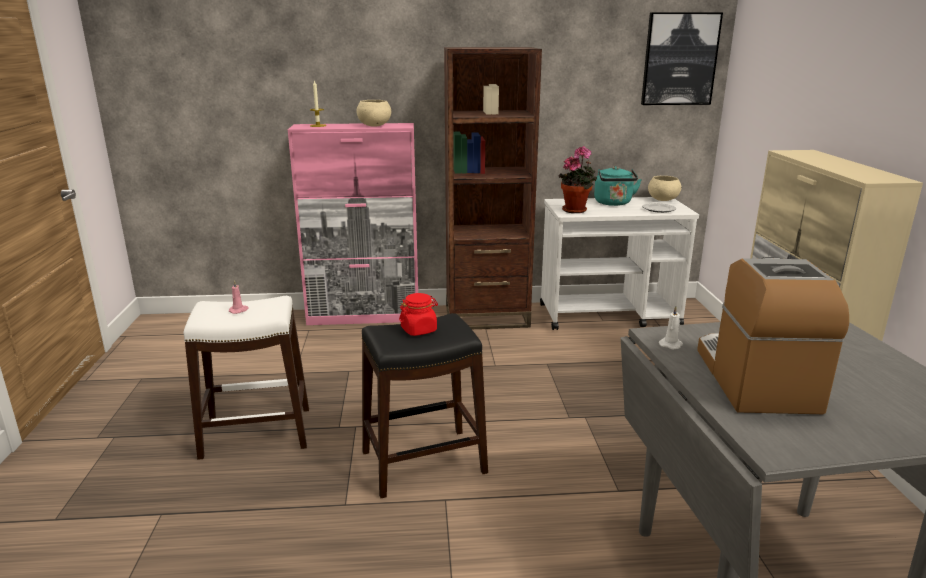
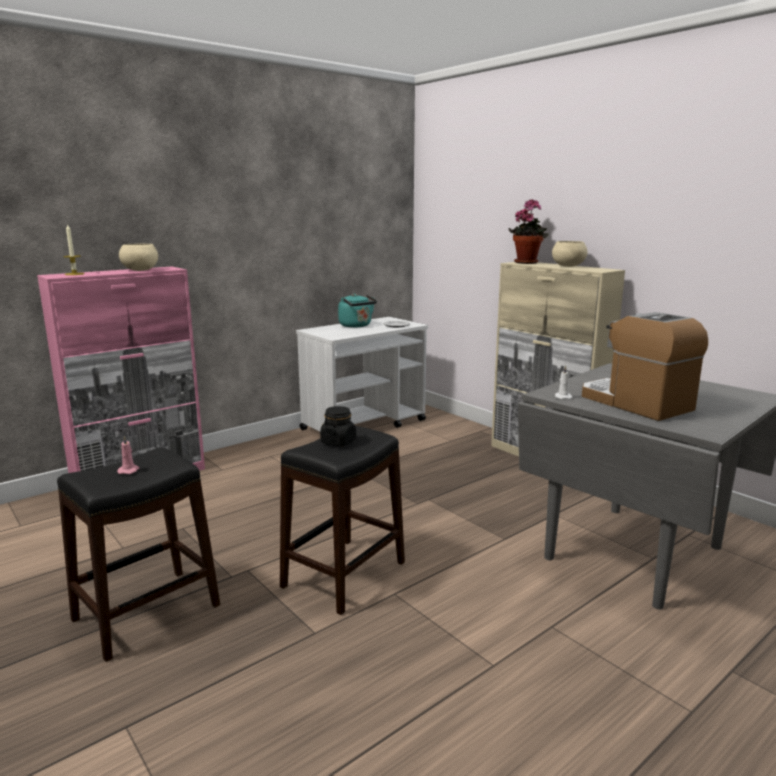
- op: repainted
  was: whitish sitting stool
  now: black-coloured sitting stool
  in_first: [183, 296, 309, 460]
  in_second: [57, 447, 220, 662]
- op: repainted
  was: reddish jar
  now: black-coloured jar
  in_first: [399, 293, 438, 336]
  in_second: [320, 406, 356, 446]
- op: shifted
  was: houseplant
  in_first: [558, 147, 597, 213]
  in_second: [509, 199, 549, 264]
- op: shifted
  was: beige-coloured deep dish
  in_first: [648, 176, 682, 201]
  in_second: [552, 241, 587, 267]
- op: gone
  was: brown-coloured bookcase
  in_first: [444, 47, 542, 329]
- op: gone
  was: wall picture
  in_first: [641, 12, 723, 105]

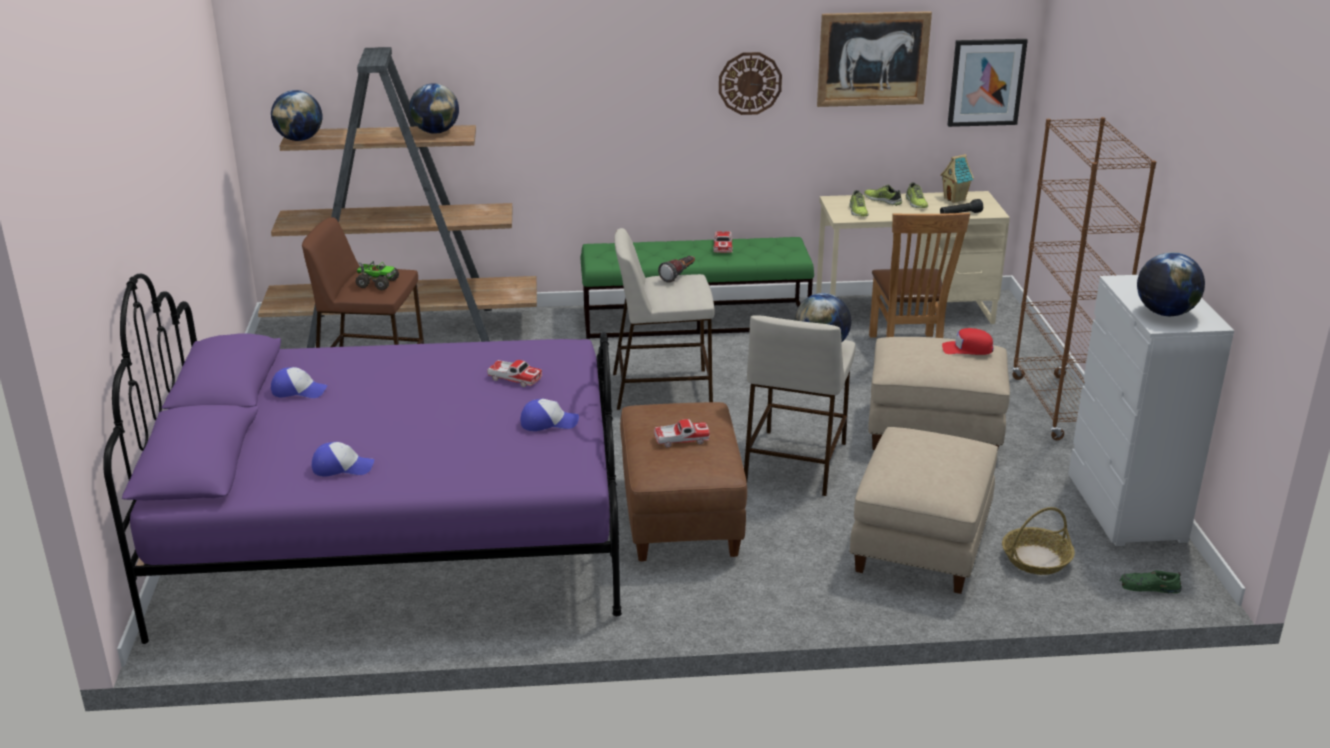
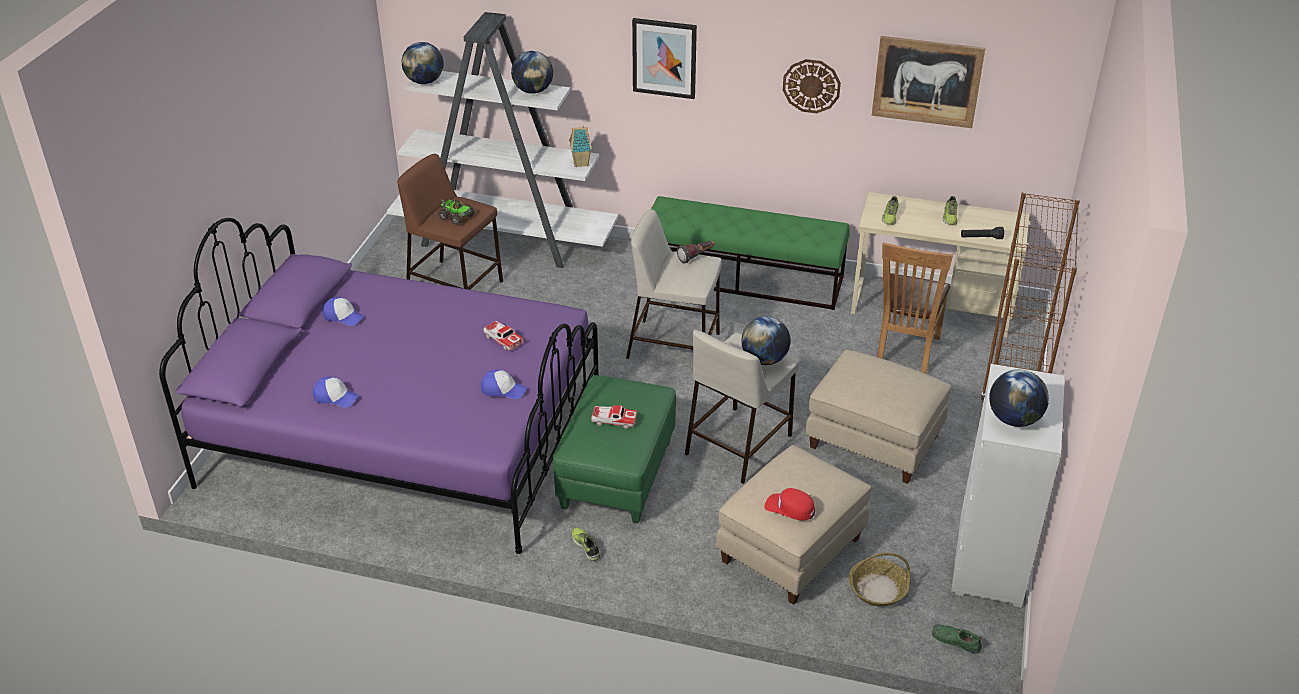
- op: repainted
  was: brown-coloured bookcase
  now: whitish bookcase
  in_first: [258, 47, 537, 348]
  in_second: [387, 12, 618, 268]
- op: repainted
  was: brown-coloured ottoman
  now: greenish ottoman
  in_first: [620, 402, 747, 562]
  in_second: [553, 375, 676, 524]
- op: shifted
  was: model house
  in_first: [940, 154, 974, 203]
  in_second: [569, 126, 592, 167]
- op: shifted
  was: low shoe
  in_first: [864, 185, 902, 206]
  in_second: [572, 528, 600, 561]
- op: shifted
  was: wall picture
  in_first: [947, 39, 1028, 127]
  in_second: [632, 18, 697, 99]
- op: shifted
  was: reddish baseball cap
  in_first: [942, 328, 993, 355]
  in_second: [764, 488, 815, 521]
- op: gone
  was: miniature car
  in_first: [714, 231, 732, 253]

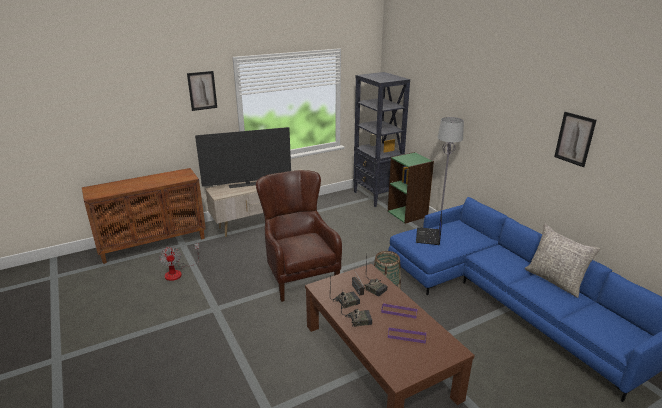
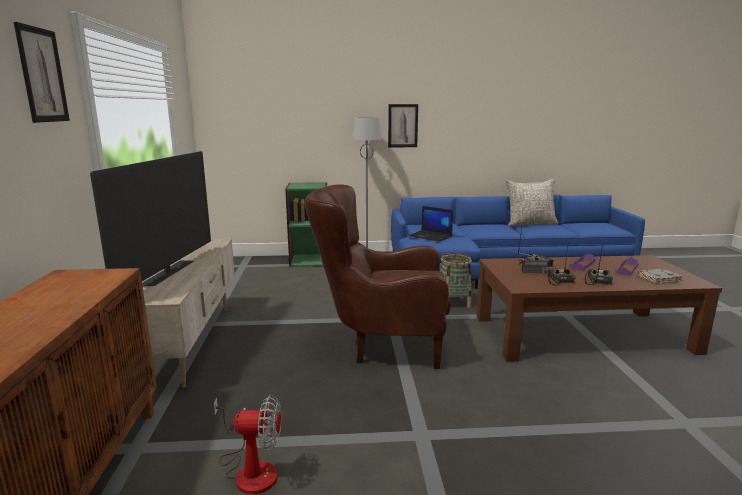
- op: shifted
  was: wall picture
  in_first: [554, 112, 597, 167]
  in_second: [388, 104, 418, 147]
- op: new
  now: greyish bound book
  in_second: [638, 269, 683, 284]
- op: gone
  was: black-coloured bookcase
  in_first: [353, 72, 410, 207]

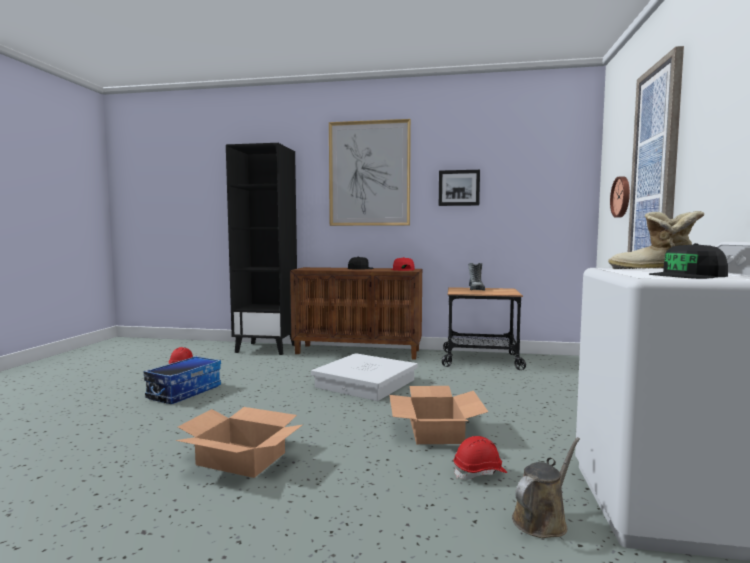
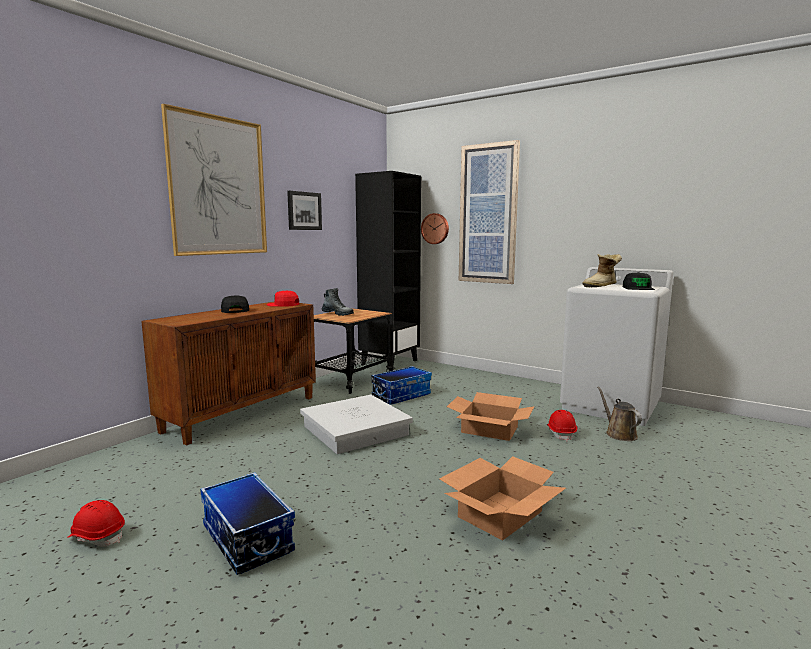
- op: shifted
  was: black-coloured bookcase
  in_first: [226, 143, 297, 355]
  in_second: [355, 171, 421, 368]
- op: new
  now: storage container
  in_second: [371, 366, 432, 405]

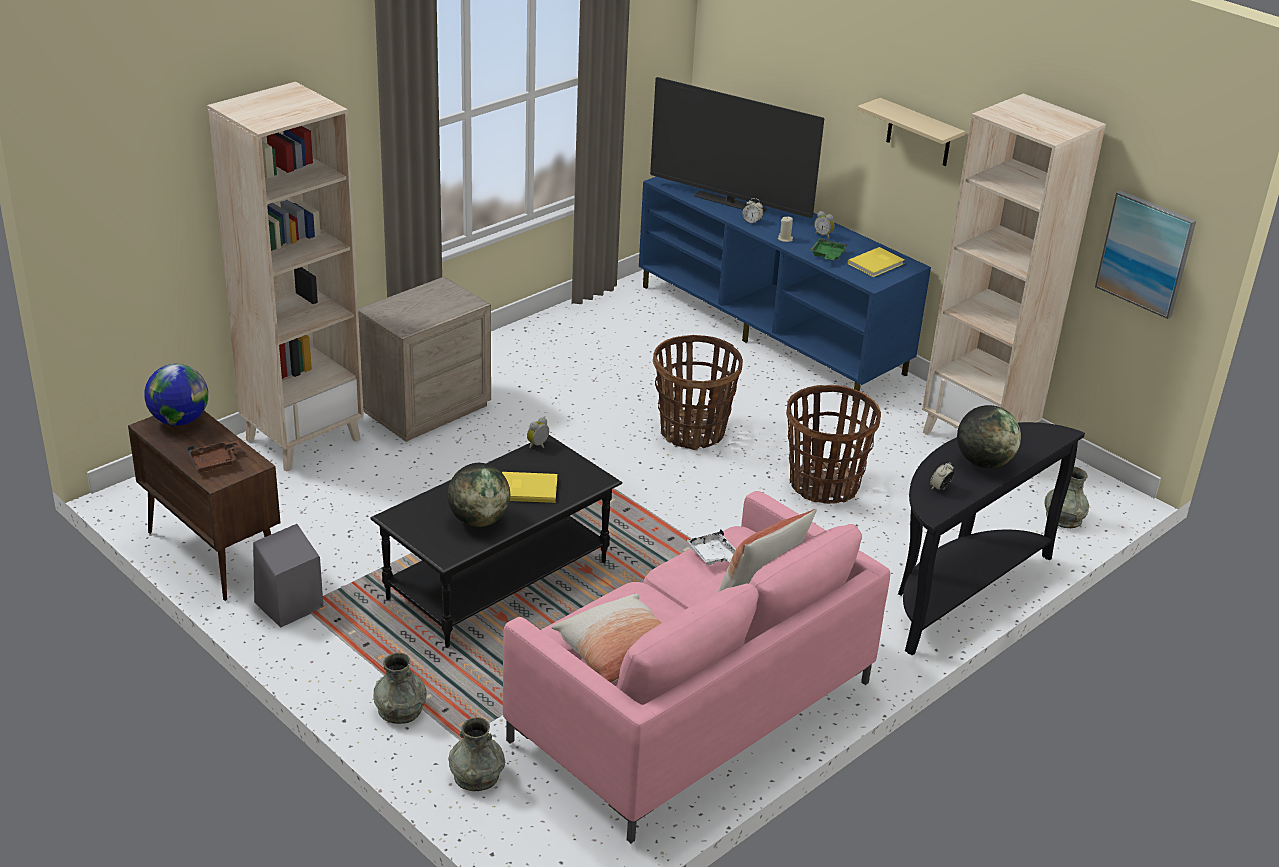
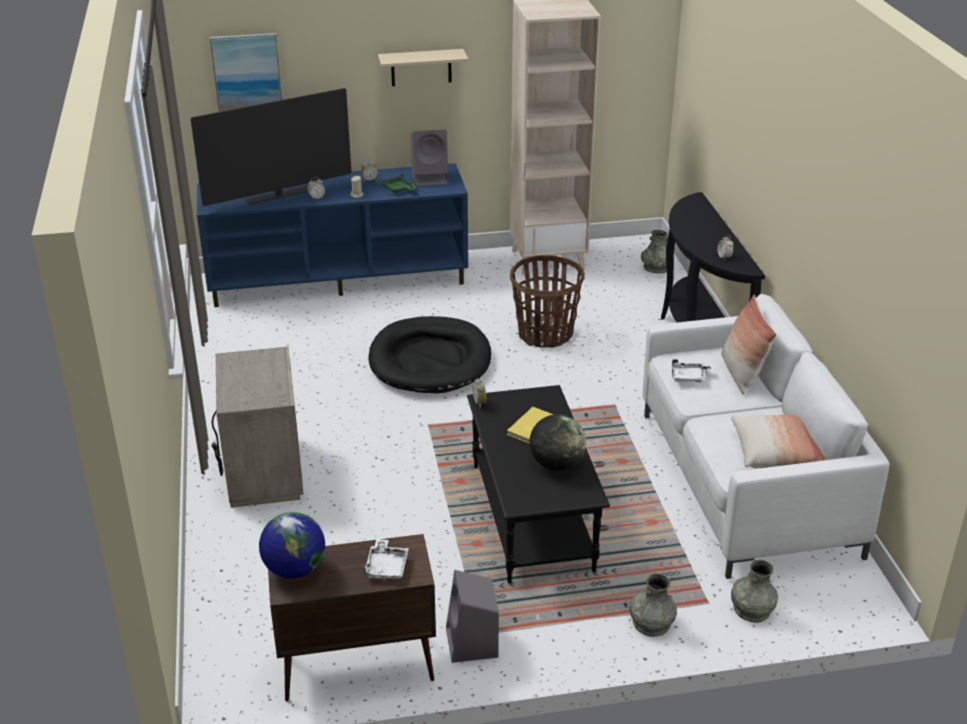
- op: shifted
  was: wall picture
  in_first: [1095, 191, 1196, 319]
  in_second: [210, 33, 282, 112]
- op: repainted
  was: brown-coloured tray
  now: whitish tray
  in_first: [187, 440, 242, 472]
  in_second: [364, 539, 409, 580]
- op: swapped
  was: storage basket
  now: black-coloured dog bed
  in_first: [653, 335, 743, 450]
  in_second: [369, 316, 491, 394]
- op: swapped
  was: yellow-coloured bound book
  now: greyish speaker
  in_first: [848, 247, 905, 277]
  in_second: [411, 130, 449, 186]
- op: repainted
  was: pink-coloured sofa
  now: whitish sofa
  in_first: [503, 491, 890, 843]
  in_second: [643, 294, 889, 579]
- op: gone
  was: beige-coloured bookcase
  in_first: [207, 82, 364, 472]
- op: gone
  was: desk globe
  in_first: [957, 405, 1021, 468]

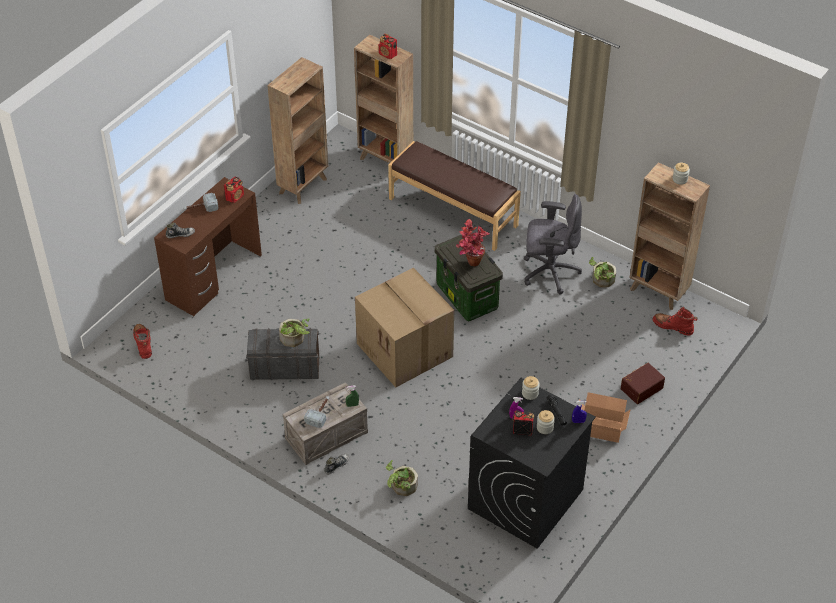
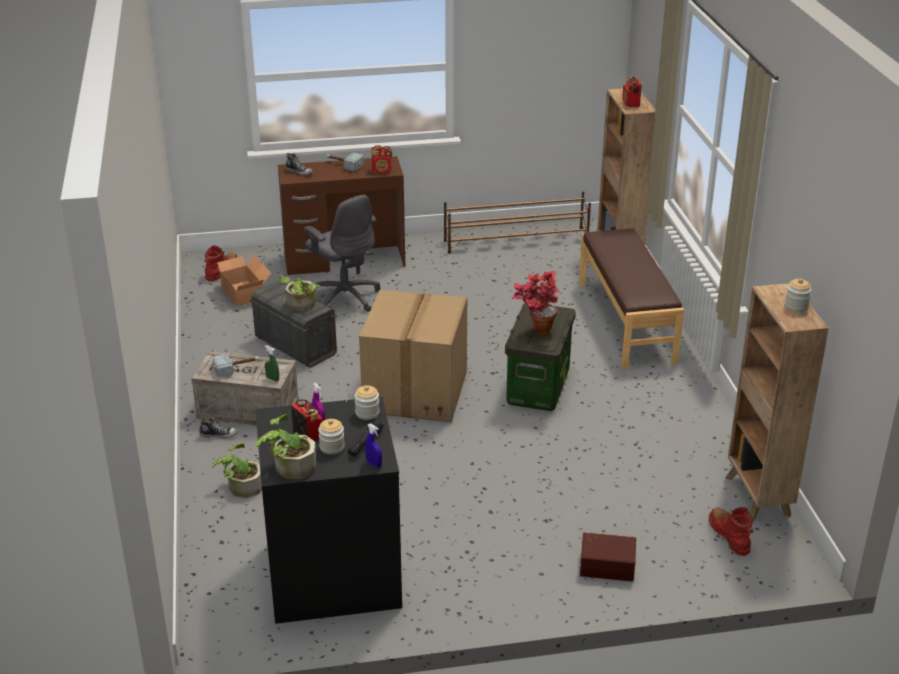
- op: shifted
  was: cardboard box
  in_first: [579, 392, 631, 443]
  in_second: [214, 255, 271, 307]
- op: shifted
  was: houseplant
  in_first: [589, 257, 616, 287]
  in_second: [255, 414, 316, 479]
- op: shifted
  was: greyish computer chair
  in_first: [524, 194, 582, 294]
  in_second: [303, 195, 380, 312]
- op: swapped
  was: brown-coloured bookcase
  now: brown-coloured shoe rack
  in_first: [267, 57, 328, 204]
  in_second: [444, 192, 591, 253]

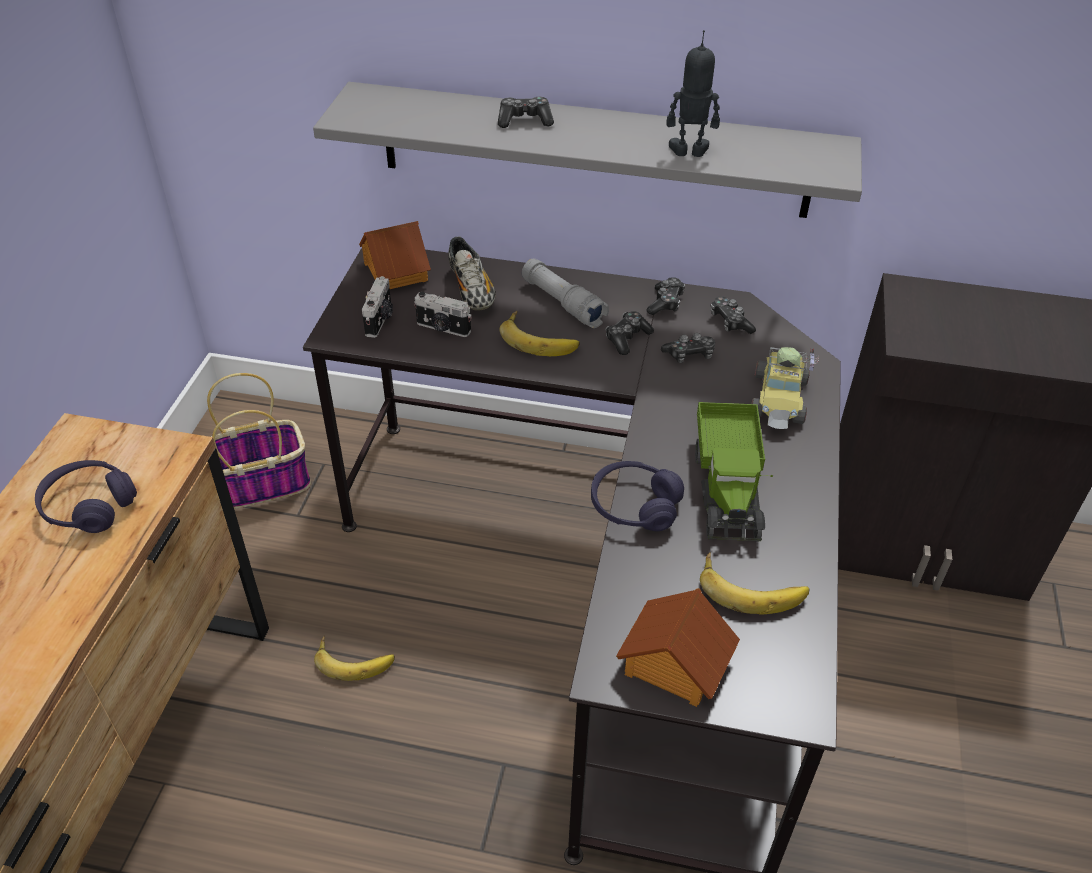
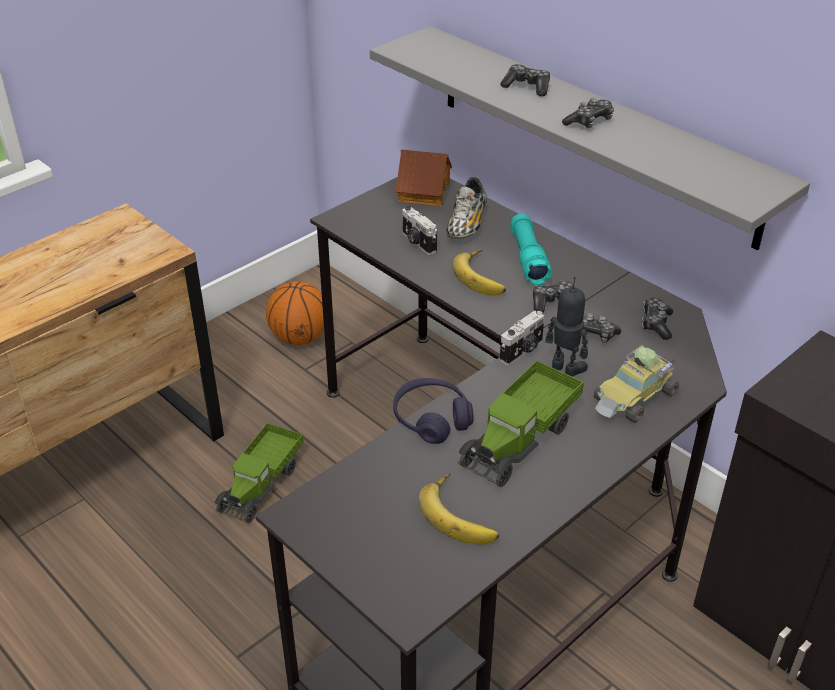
- op: swapped
  was: banana
  now: toy truck
  in_first: [314, 636, 395, 681]
  in_second: [215, 423, 304, 523]
- op: swapped
  was: storage basket
  now: basketball ball
  in_first: [207, 373, 311, 509]
  in_second: [266, 281, 324, 345]
- op: shifted
  was: photo camera
  in_first: [362, 276, 393, 338]
  in_second: [500, 311, 545, 365]
- op: repainted
  was: greyish torch
  now: turquoise torch
  in_first: [522, 258, 609, 328]
  in_second: [510, 214, 552, 285]
- op: shifted
  was: model robot
  in_first: [666, 30, 720, 157]
  in_second: [545, 277, 588, 376]
- op: shifted
  was: gamepad
  in_first: [647, 277, 685, 315]
  in_second: [562, 98, 614, 129]
- op: gone
  was: purplish pair of headphones
  in_first: [35, 460, 137, 533]
- op: gone
  was: model house
  in_first: [616, 588, 740, 707]

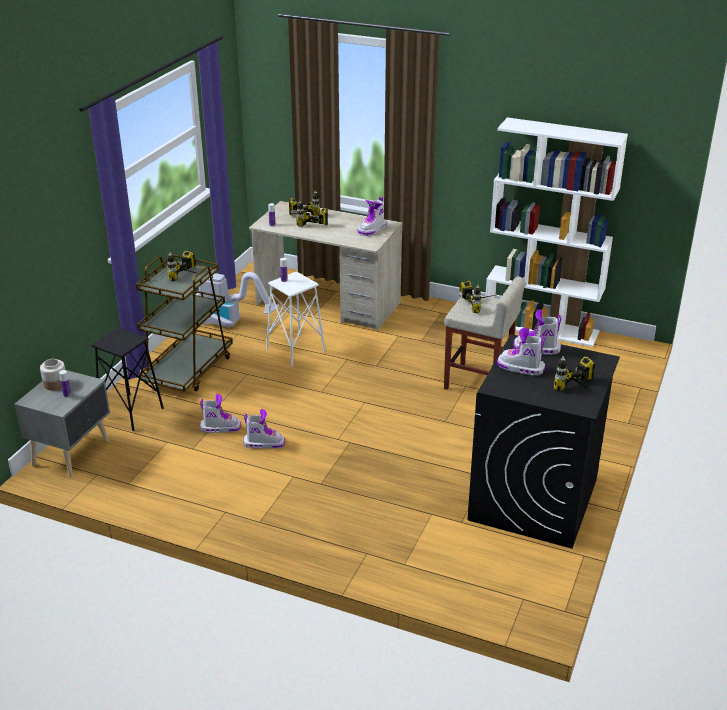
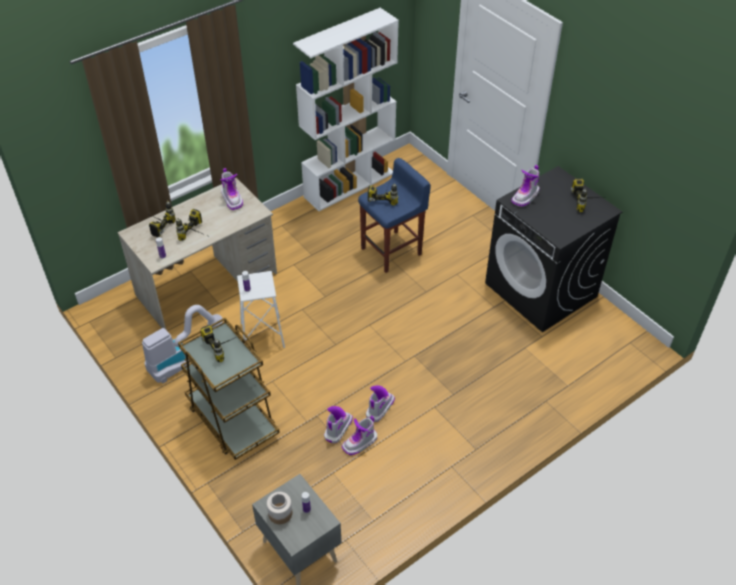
- op: shifted
  was: tall boot
  in_first: [497, 328, 545, 376]
  in_second: [342, 415, 377, 455]
- op: repainted
  was: beige-coloured sitting stool
  now: blue-coloured sitting stool
  in_first: [444, 276, 525, 390]
  in_second: [358, 158, 431, 273]
- op: gone
  was: black-coloured sitting stool
  in_first: [92, 327, 164, 431]

